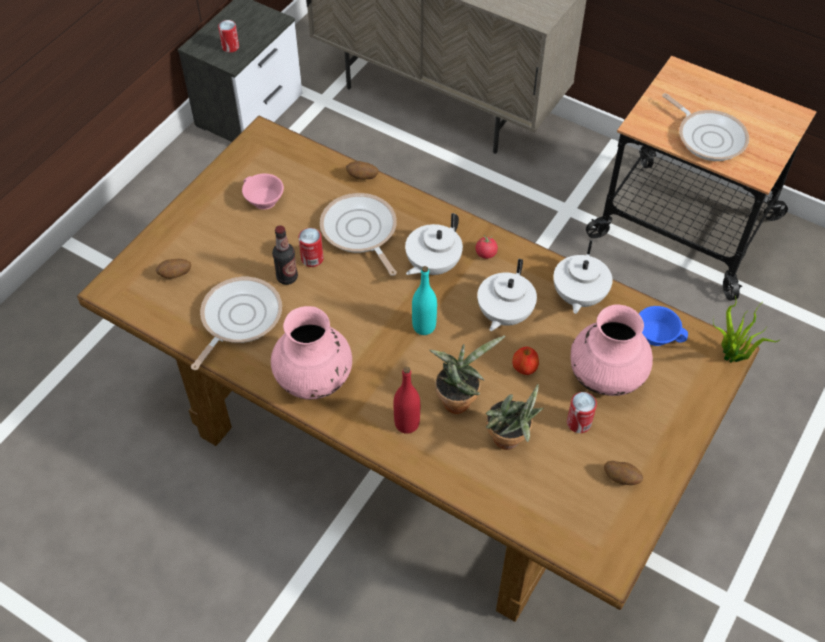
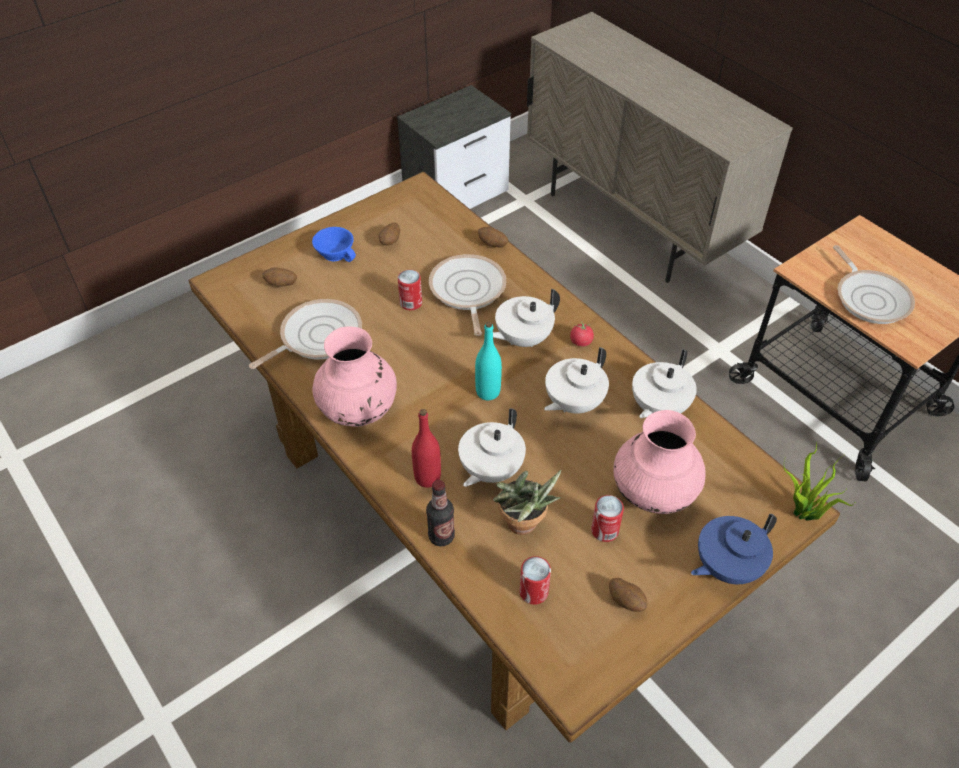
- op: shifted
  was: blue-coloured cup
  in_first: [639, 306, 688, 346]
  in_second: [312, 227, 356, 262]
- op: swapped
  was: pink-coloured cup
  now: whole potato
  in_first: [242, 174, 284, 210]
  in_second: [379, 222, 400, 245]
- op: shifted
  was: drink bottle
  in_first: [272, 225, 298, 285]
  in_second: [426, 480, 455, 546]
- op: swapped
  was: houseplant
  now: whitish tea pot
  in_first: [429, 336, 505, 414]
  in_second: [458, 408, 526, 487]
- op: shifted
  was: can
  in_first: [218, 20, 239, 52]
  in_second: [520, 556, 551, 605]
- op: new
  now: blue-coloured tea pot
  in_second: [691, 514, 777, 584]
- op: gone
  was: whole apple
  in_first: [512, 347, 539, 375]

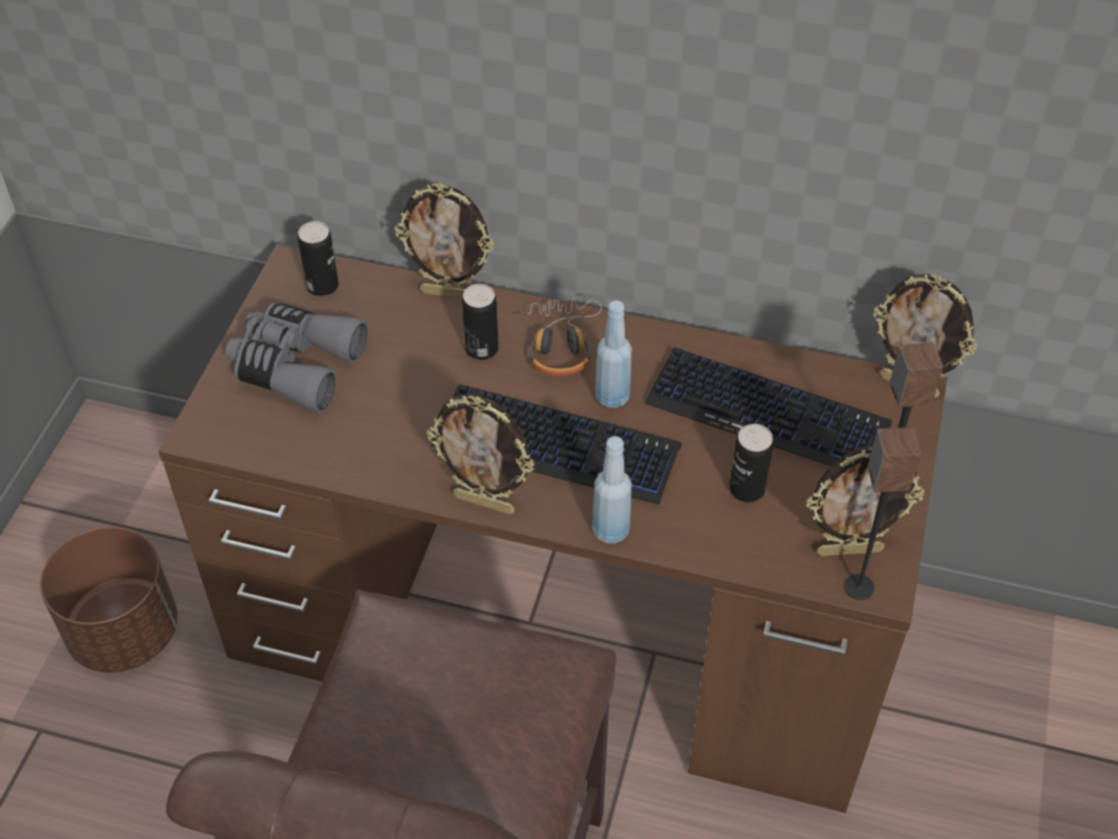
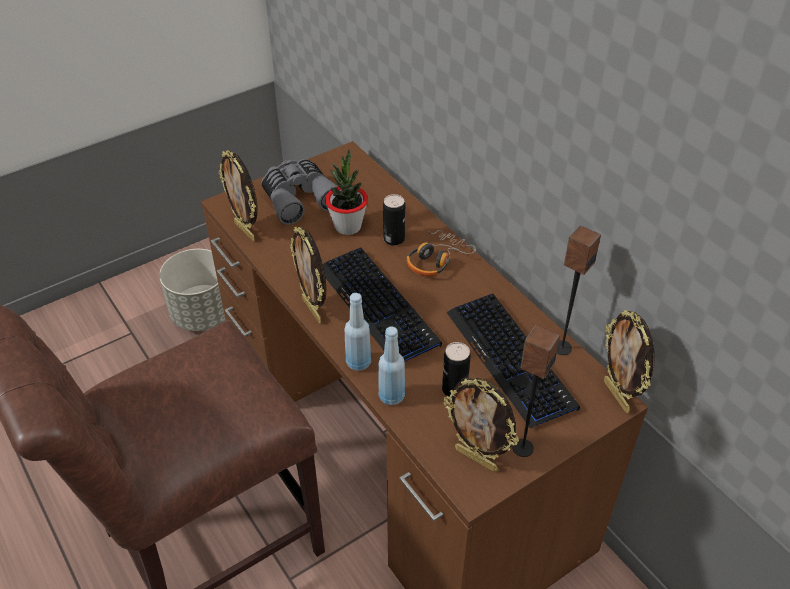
- op: repainted
  was: brown-coloured flower pot
  now: greyish flower pot
  in_first: [40, 526, 178, 673]
  in_second: [159, 249, 225, 331]
- op: shifted
  was: standing frame
  in_first: [395, 183, 494, 299]
  in_second: [219, 150, 258, 241]
- op: new
  now: houseplant
  in_second: [325, 149, 368, 235]
- op: shifted
  was: blue-coloured drink bottle
  in_first: [595, 300, 632, 408]
  in_second: [378, 327, 405, 405]
- op: shifted
  was: speaker
  in_first: [844, 427, 921, 600]
  in_second: [557, 226, 601, 355]
- op: gone
  was: can
  in_first: [298, 221, 339, 296]

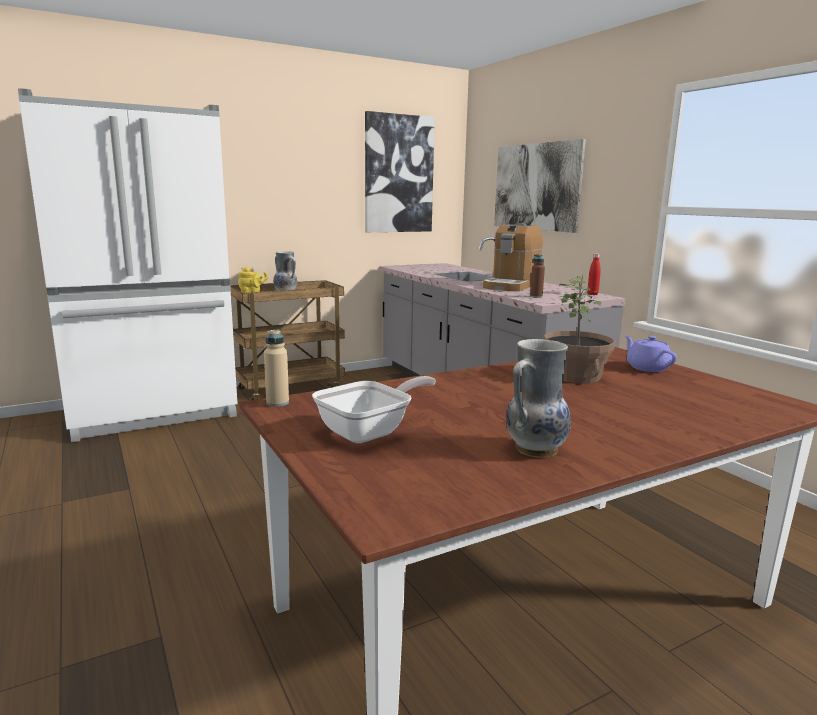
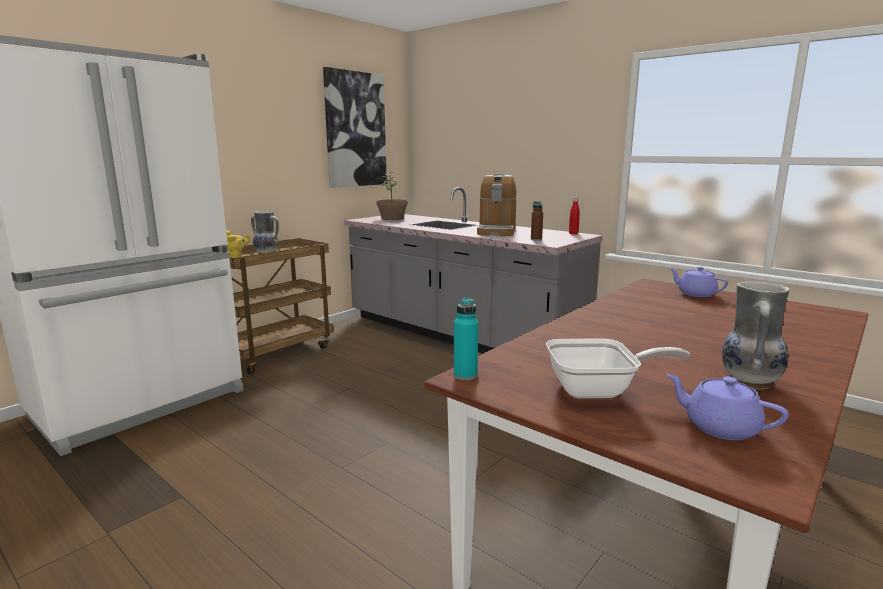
- op: shifted
  was: houseplant
  in_first: [543, 275, 615, 384]
  in_second: [376, 172, 408, 220]
- op: repainted
  was: beige-coloured drink bottle
  now: turquoise drink bottle
  in_first: [264, 329, 289, 407]
  in_second: [454, 297, 478, 380]
- op: rotated
  was: pan
  in_first: [312, 376, 436, 443]
  in_second: [546, 338, 691, 398]
  clockwise: 60
- op: new
  now: purplish tea pot
  in_second: [666, 374, 789, 440]
- op: gone
  was: wall picture
  in_first: [494, 139, 586, 233]

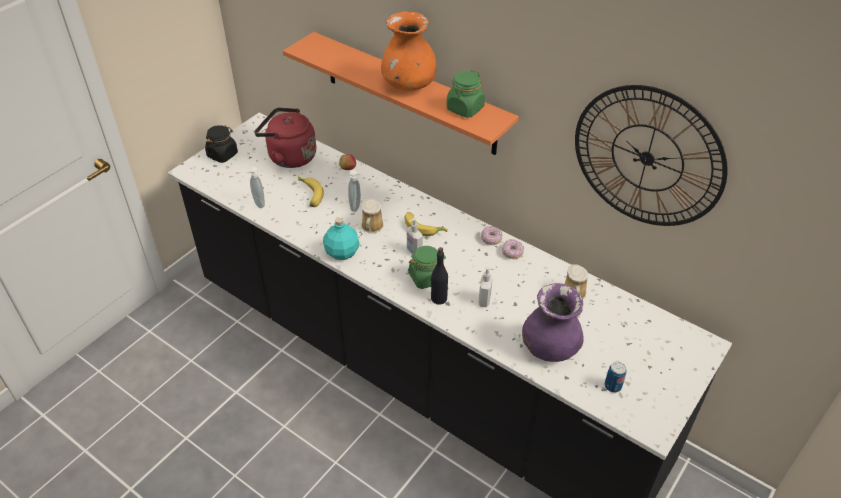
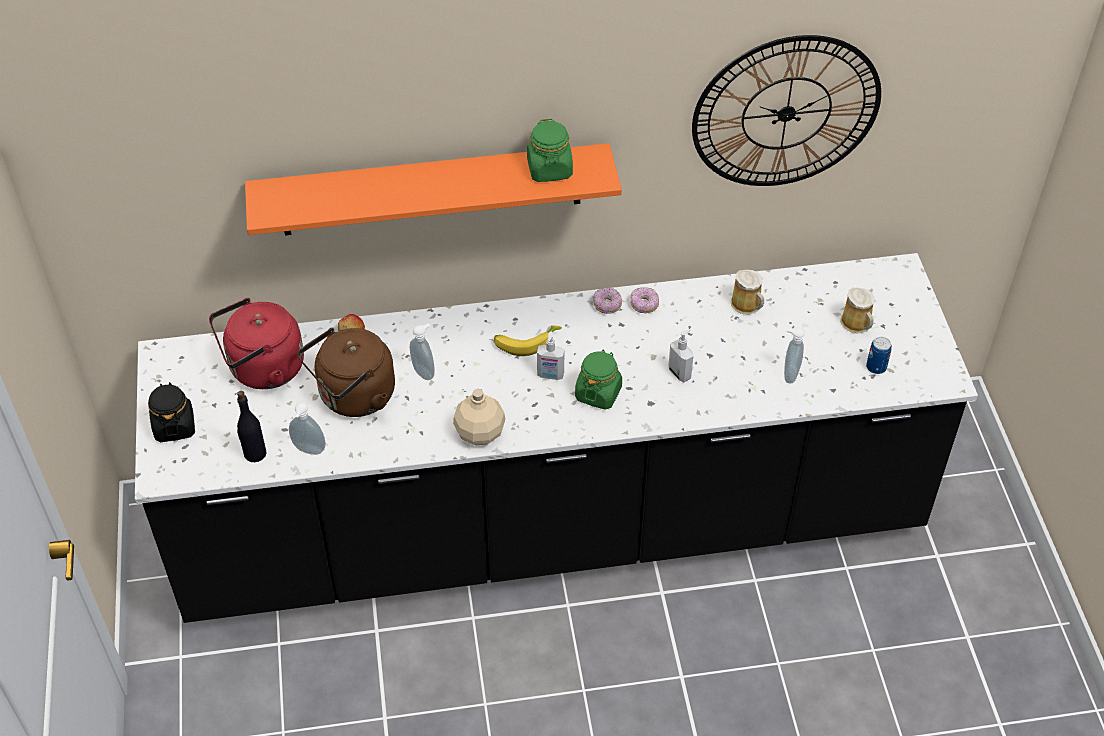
- op: shifted
  was: black-coloured drink bottle
  in_first: [431, 247, 448, 305]
  in_second: [237, 391, 267, 462]
- op: swapped
  was: banana
  now: brown-coloured kettle
  in_first: [298, 175, 324, 207]
  in_second: [297, 327, 395, 417]
- op: repainted
  was: turquoise drink bottle
  now: beige-coloured drink bottle
  in_first: [323, 218, 360, 260]
  in_second: [453, 389, 506, 445]
- op: swapped
  was: purplish flower vase
  now: soap bottle
  in_first: [522, 283, 584, 362]
  in_second: [784, 328, 805, 384]
- op: shifted
  was: coffee mug
  in_first: [361, 198, 384, 233]
  in_second: [840, 288, 875, 333]
- op: gone
  was: orange-coloured flower vase
  in_first: [381, 11, 437, 91]

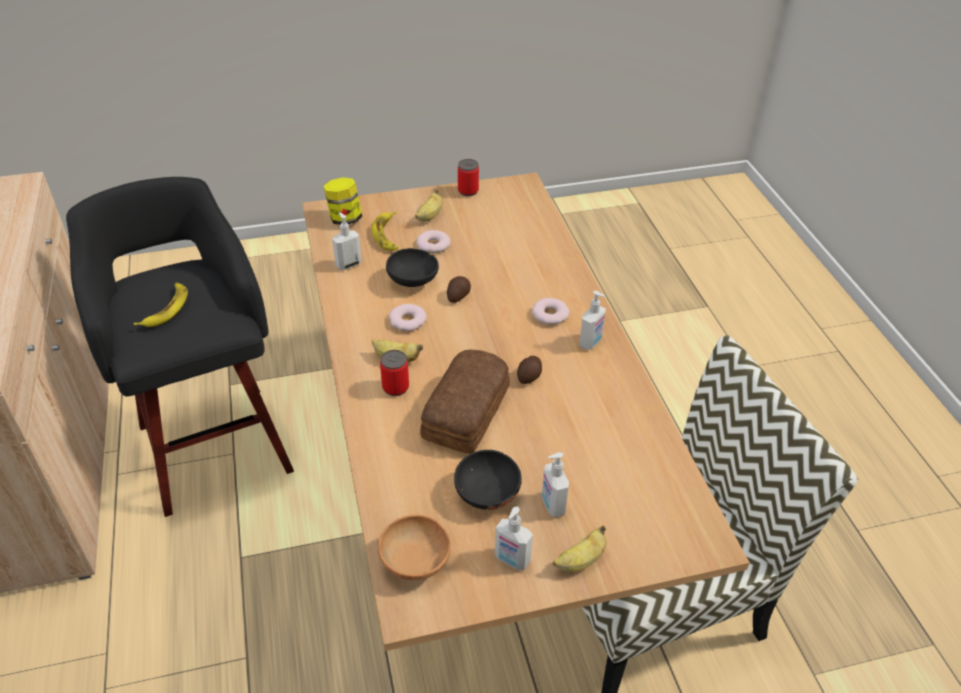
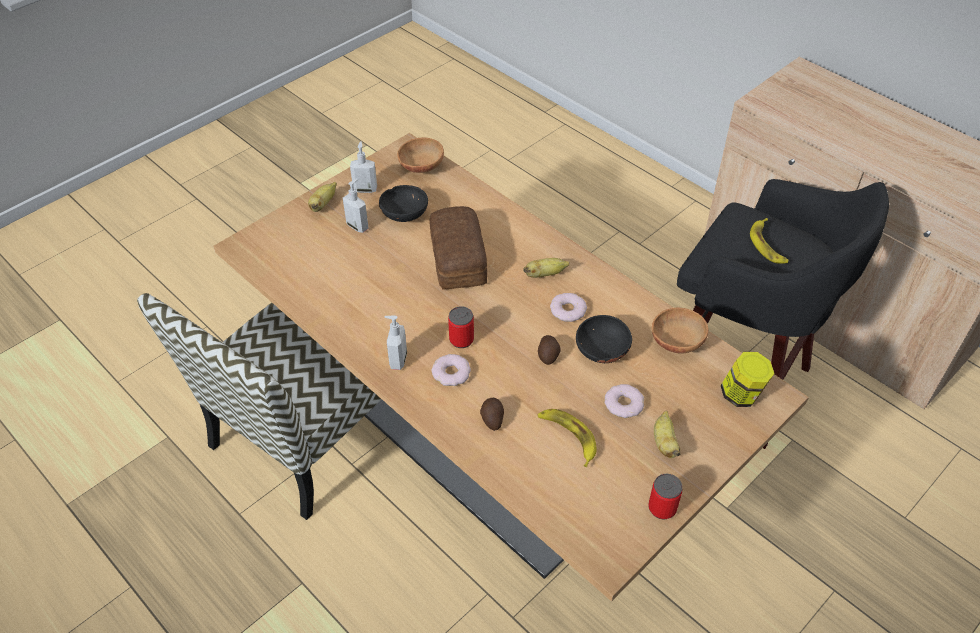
- op: shifted
  was: can
  in_first: [380, 350, 409, 396]
  in_second: [448, 306, 474, 348]
- op: shifted
  was: whole potato
  in_first: [517, 356, 542, 384]
  in_second: [480, 398, 504, 431]
- op: shifted
  was: banana
  in_first: [371, 211, 398, 251]
  in_second: [537, 409, 597, 467]
- op: swapped
  was: soap bottle
  now: brown-coloured deep dish
  in_first: [332, 212, 362, 270]
  in_second: [652, 308, 708, 354]

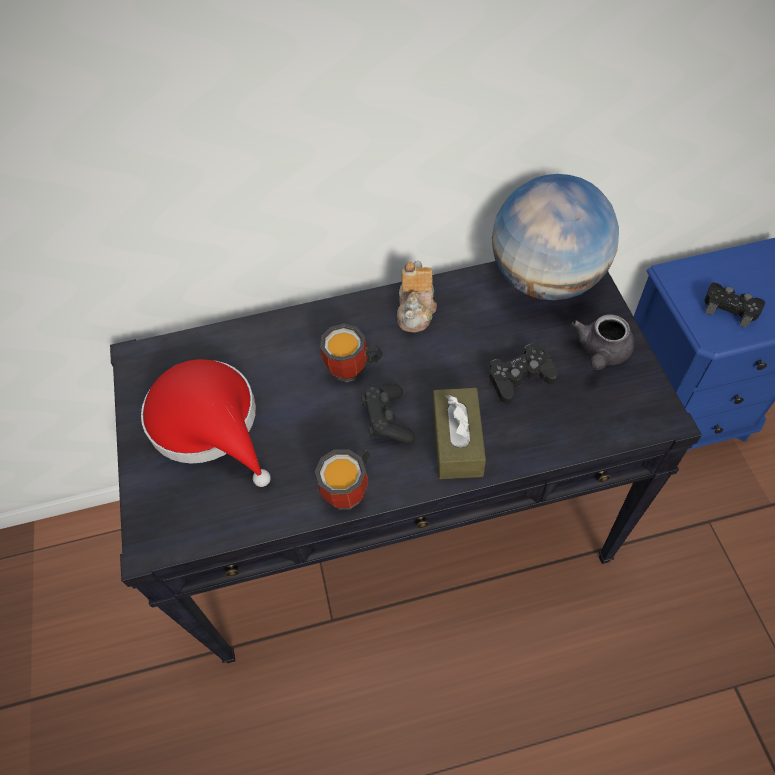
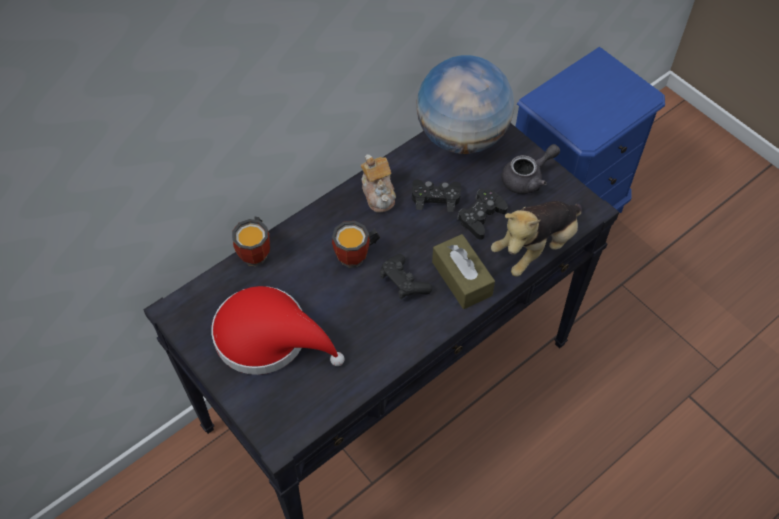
- op: shifted
  was: coffee mug
  in_first: [315, 446, 371, 510]
  in_second: [232, 216, 270, 266]
- op: shifted
  was: black-coloured gamepad
  in_first: [704, 282, 765, 327]
  in_second: [412, 180, 461, 212]
- op: new
  now: cuddly toy
  in_second: [491, 201, 582, 277]
- op: rotated
  was: greyish tea pot
  in_first: [572, 314, 635, 370]
  in_second: [502, 144, 560, 194]
  clockwise: -120

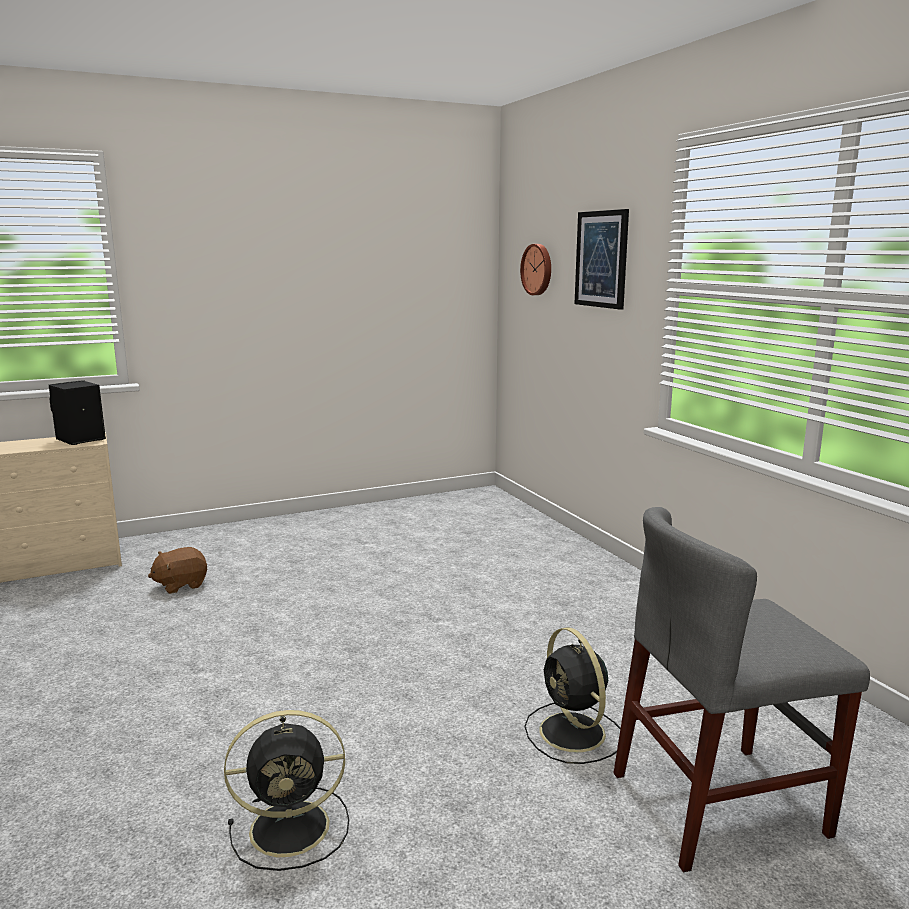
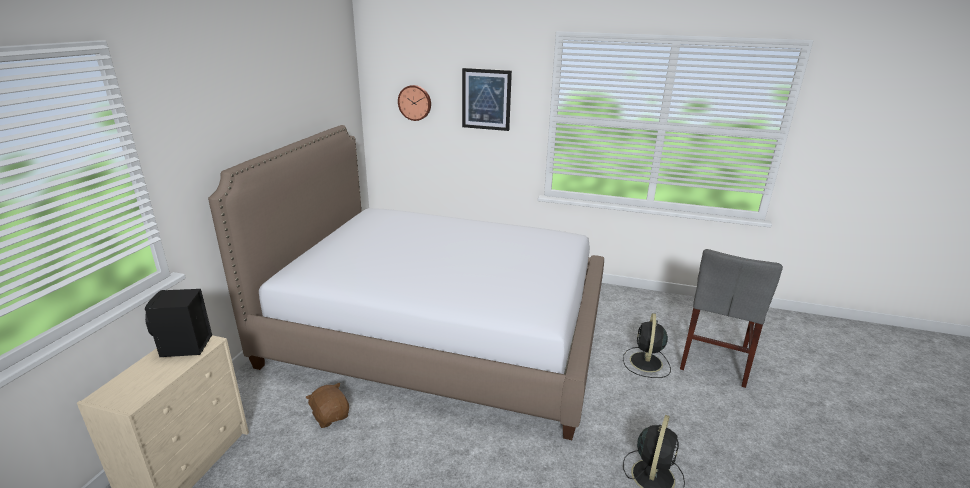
- op: new
  now: bedroom bed
  in_second: [208, 125, 604, 440]
- op: rotated
  was: brown-coloured cuddly toy
  in_first: [148, 547, 207, 594]
  in_second: [305, 382, 349, 428]
  clockwise: 135
- op: rotated
  was: black-coloured electric fan
  in_first: [525, 627, 621, 764]
  in_second: [623, 313, 671, 378]
  clockwise: 90

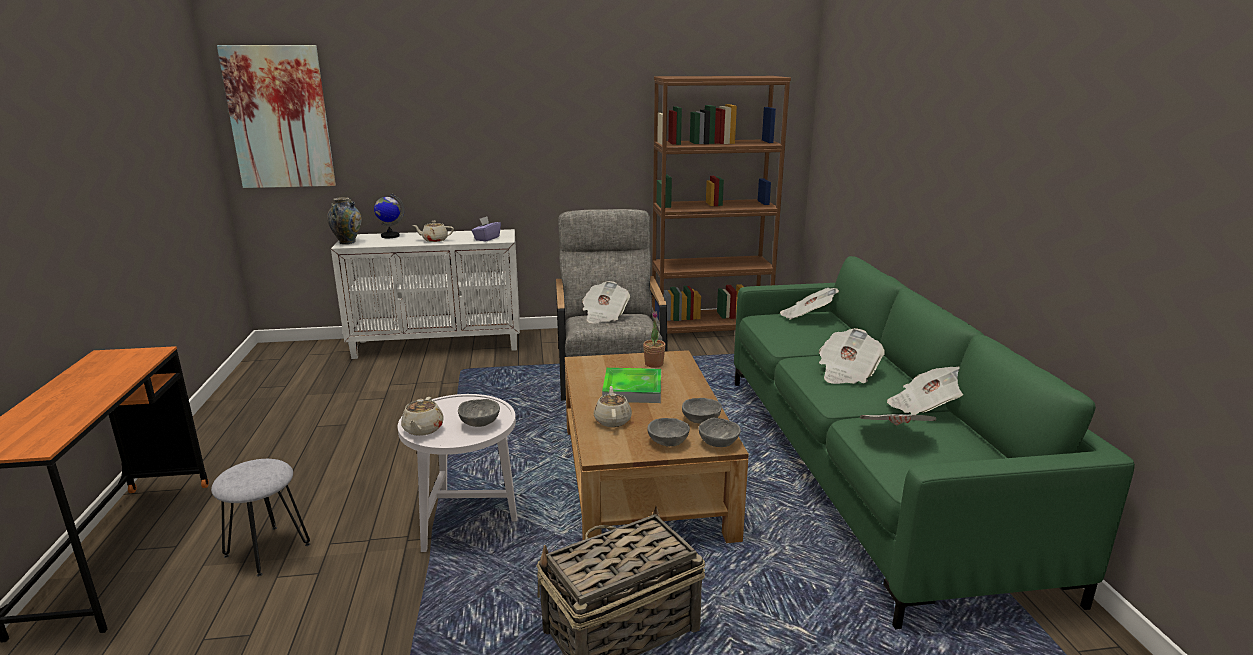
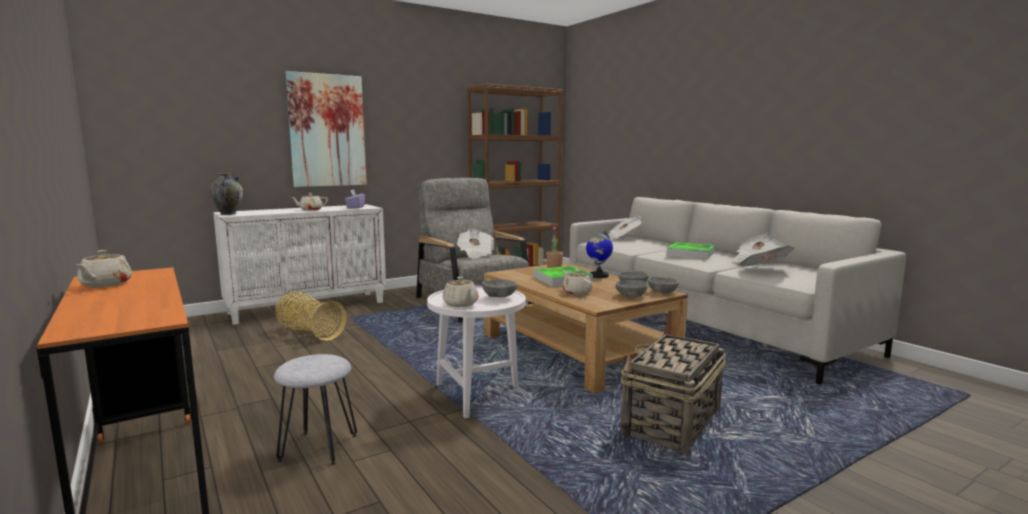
- op: new
  now: beige-coloured tea pot
  in_second: [76, 250, 132, 287]
- op: new
  now: storage basket
  in_second: [275, 292, 347, 341]
- op: shifted
  was: wall picture
  in_first: [217, 45, 336, 188]
  in_second: [286, 71, 367, 187]
- op: repainted
  was: greenish sofa
  now: greyish sofa
  in_first: [734, 256, 1135, 629]
  in_second: [569, 197, 906, 385]
- op: shifted
  was: desk globe
  in_first: [374, 194, 405, 238]
  in_second: [586, 231, 613, 278]
- op: swapped
  was: daily paper
  now: tray
  in_first: [819, 328, 885, 384]
  in_second: [667, 242, 715, 259]

